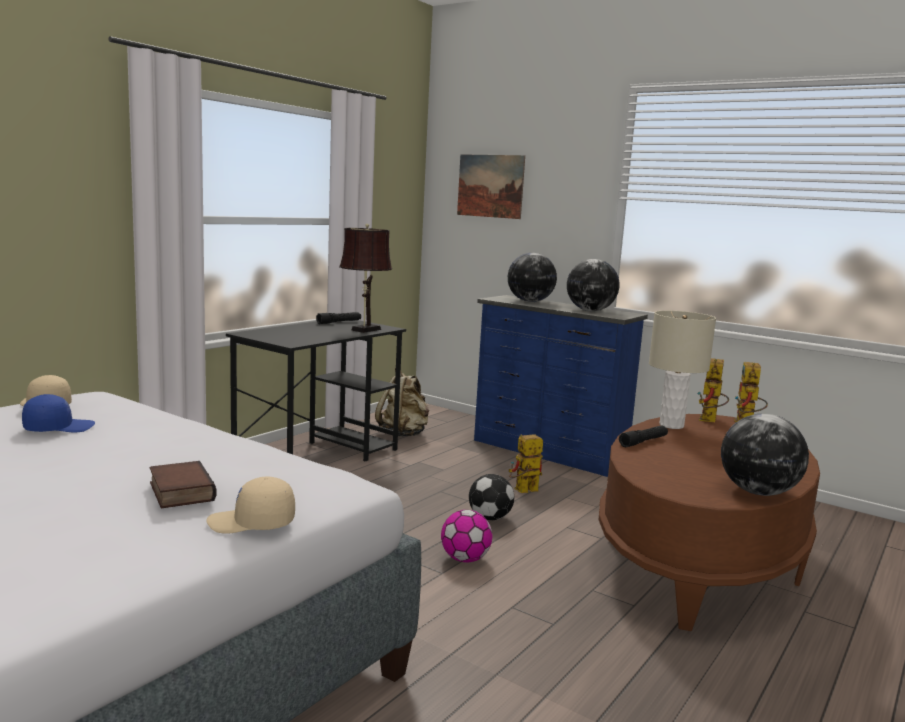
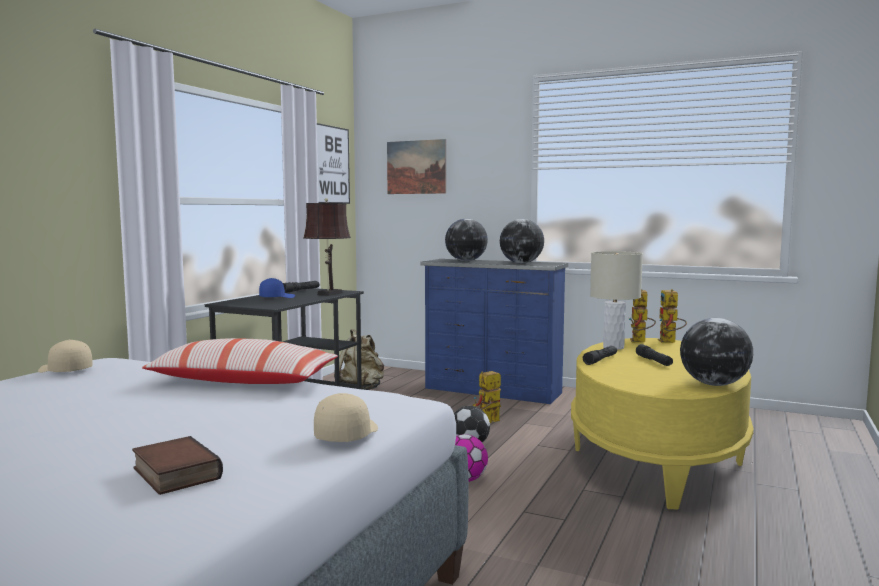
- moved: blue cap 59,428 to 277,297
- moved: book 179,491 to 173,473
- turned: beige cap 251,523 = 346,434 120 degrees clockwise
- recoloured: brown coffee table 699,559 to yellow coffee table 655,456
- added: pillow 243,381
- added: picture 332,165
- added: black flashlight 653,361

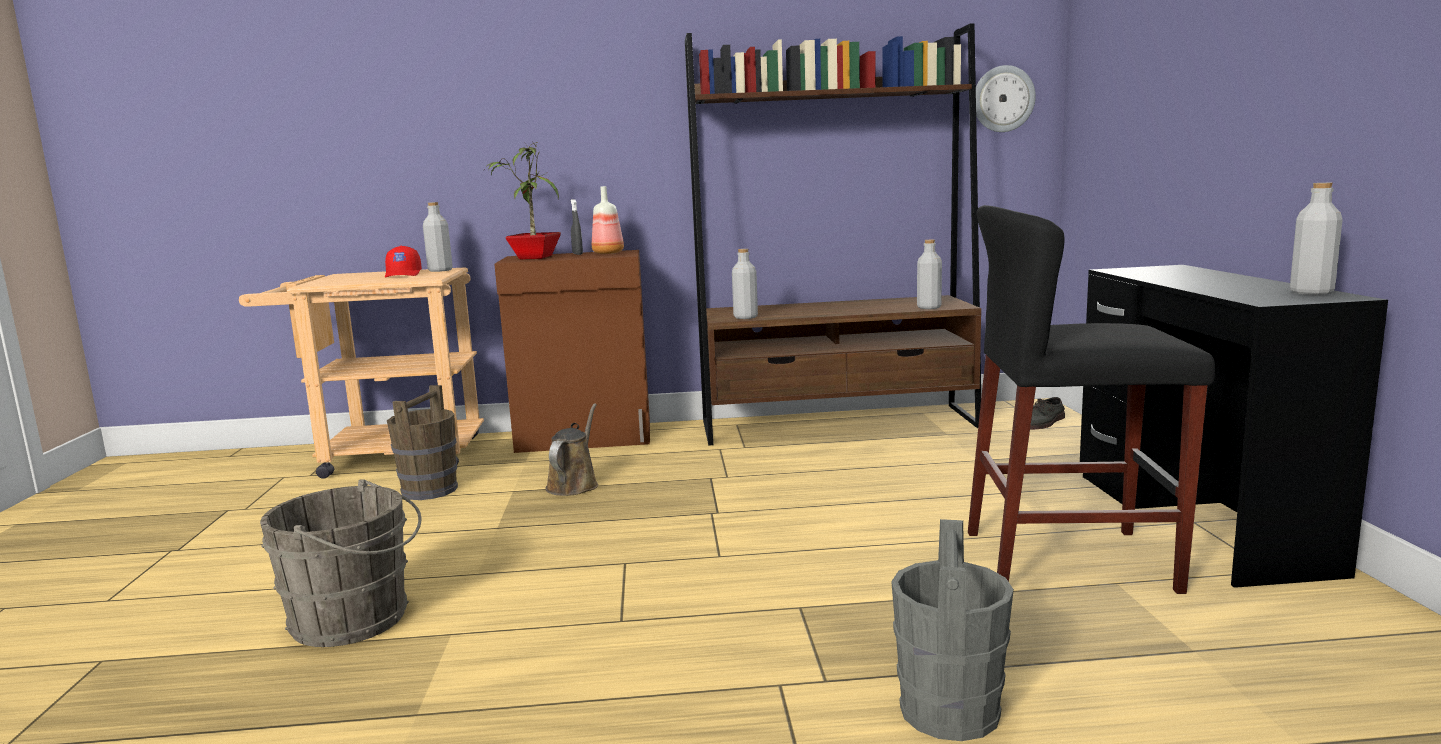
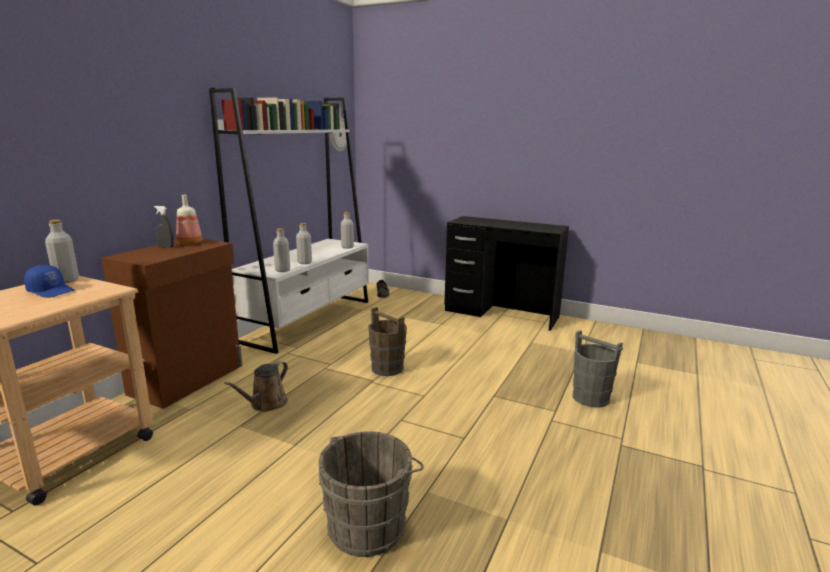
- recoloured: red cap 403,274 to blue cap 52,291
- moved: brown bucket 430,490 to 387,368
- removed: potted plant 533,258
- turned: brown watering can 574,485 = 266,404 105 degrees counterclockwise
- recoloured: brown bookcase 838,424 to white bookcase 308,320
- removed: black stool 1068,561
- moved: grey bottle 1311,292 to 304,262

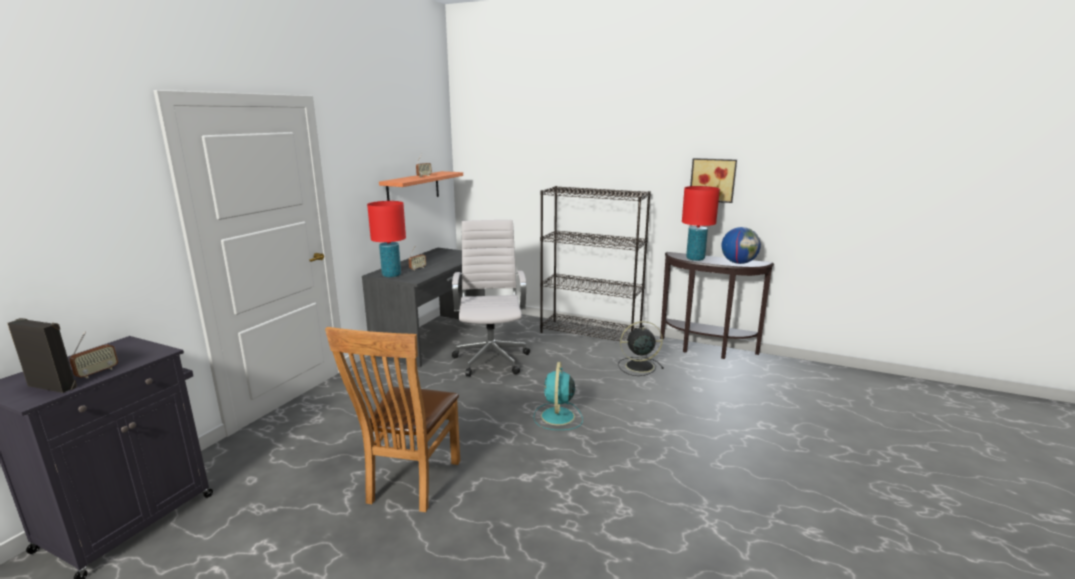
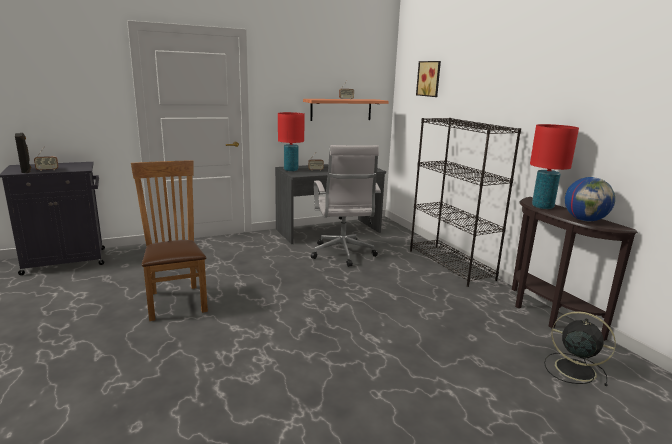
- turned: brown chair 410,484 = 176,300 105 degrees clockwise
- turned: white office chair 491,358 = 343,255 135 degrees clockwise
- removed: turquoise fan 557,417
- moved: black fan 638,366 to 573,369
- moved: picture 712,180 to 429,78

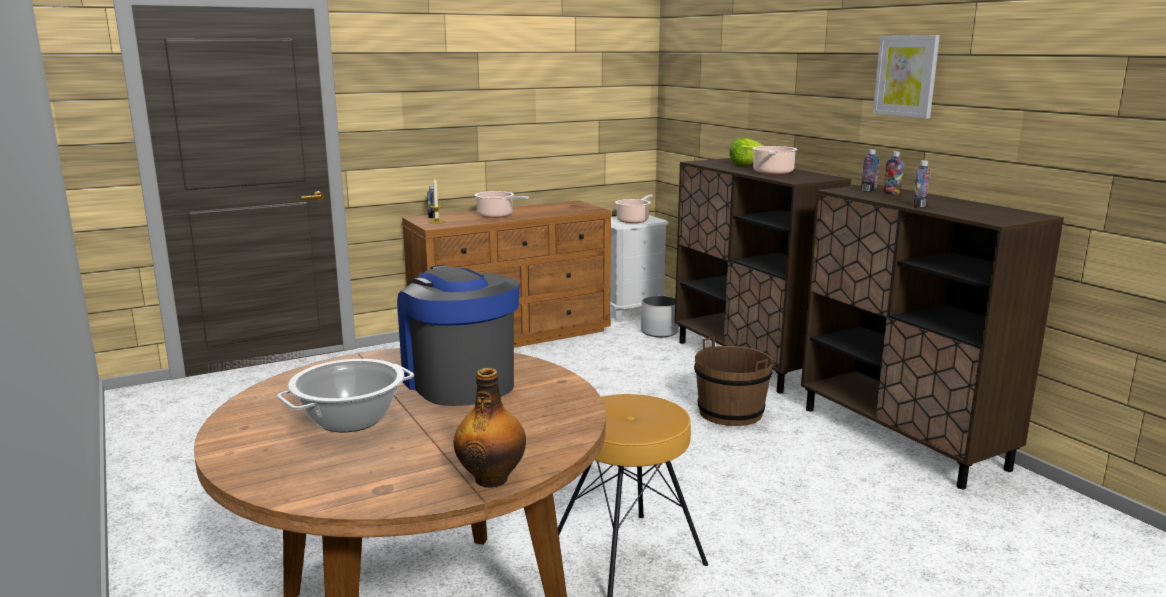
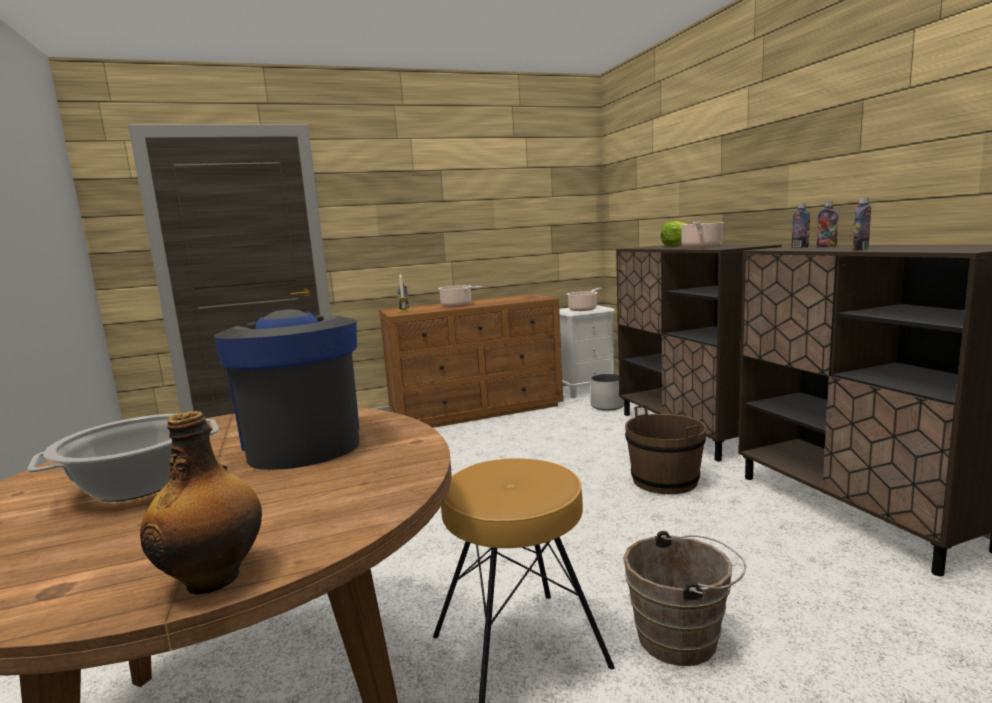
- removed: picture 906,76
- added: brown bucket 683,638

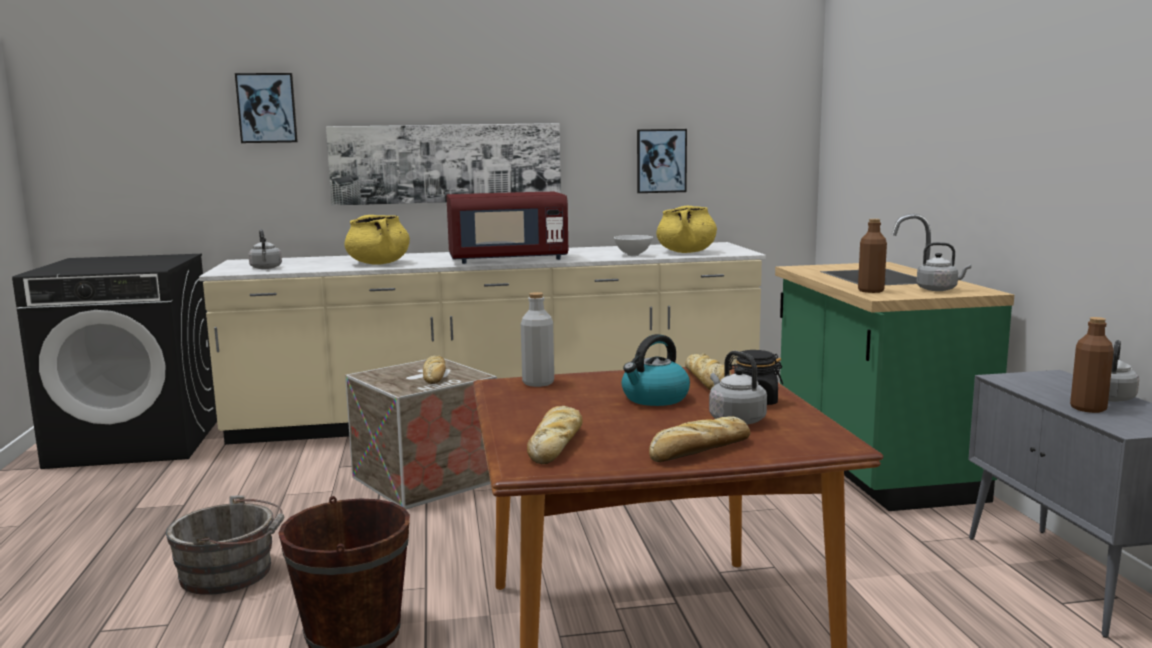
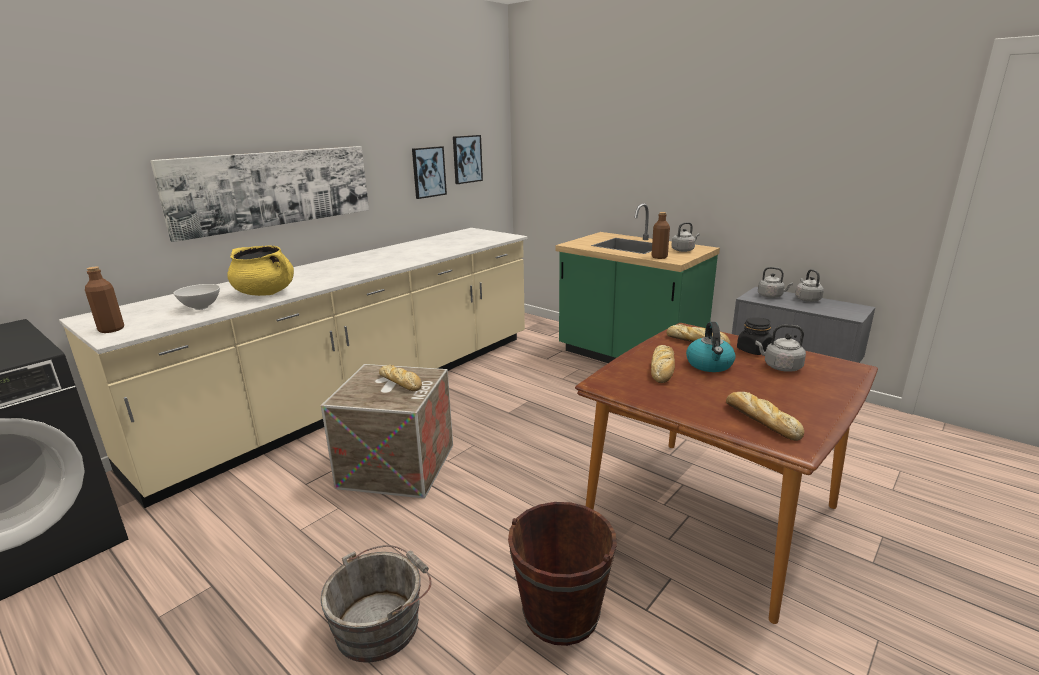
- moved: picture 267,108 to 467,159
- moved: grey kettle 266,268 to 771,296
- removed: red microwave 507,260
- removed: grey bottle 538,383
- moved: white bowl 633,255 to 201,307
- moved: bread 699,450 to 662,369
- removed: yellow cooking pot 686,252
- moved: brown bottle 1088,408 to 111,329

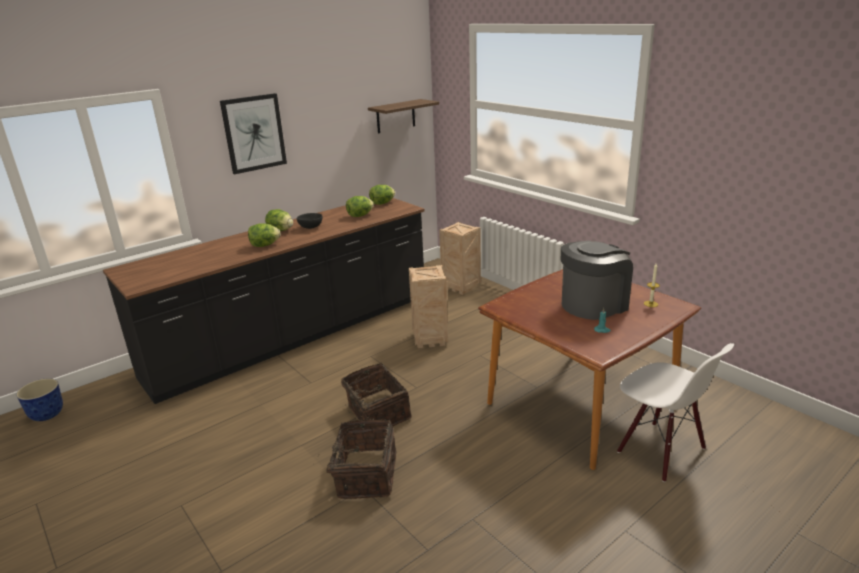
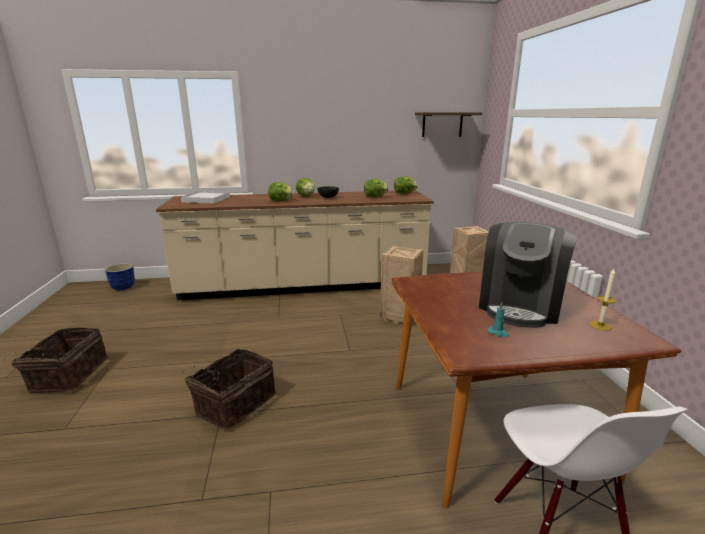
- recoloured: black counter 295,337 to beige counter 304,286
- removed: picture 254,133
- moved: basket 377,413 to 67,375
- turned: coffee machine 593,304 = 519,306 120 degrees clockwise
- added: white tray 206,199

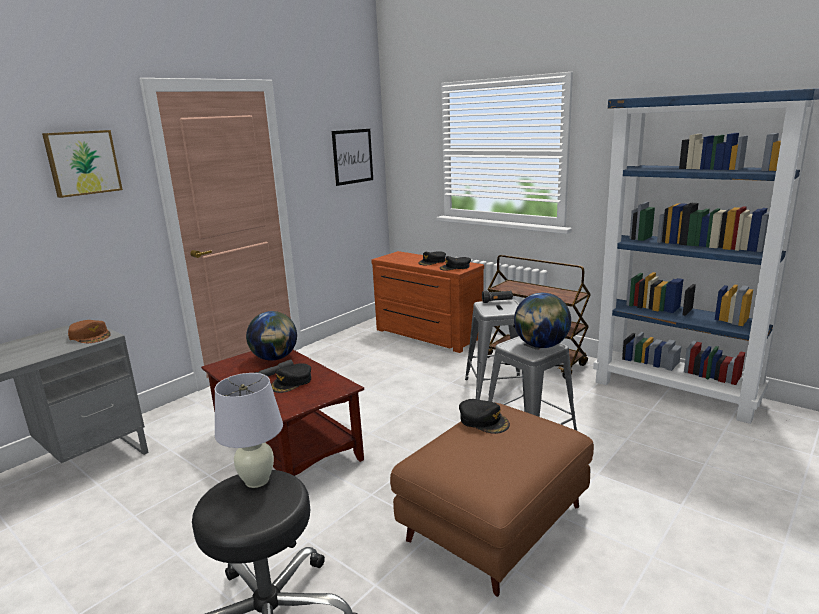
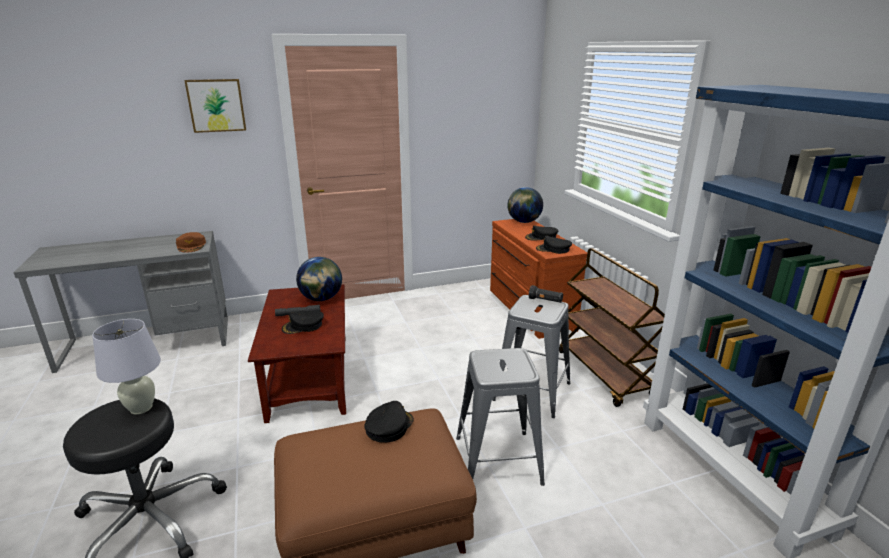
- removed: picture 352,156
- turned: black cap 483,421 = 388,426 135 degrees counterclockwise
- moved: globe 541,346 to 524,222

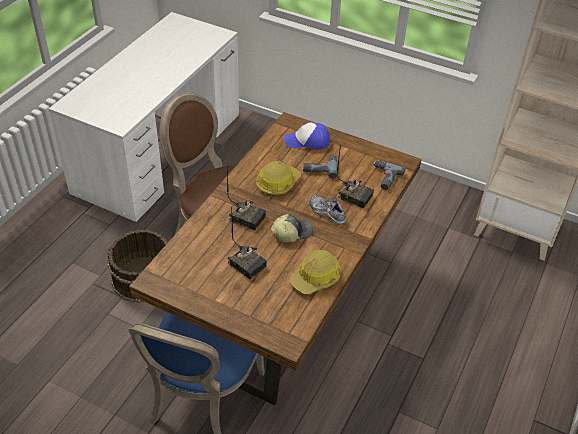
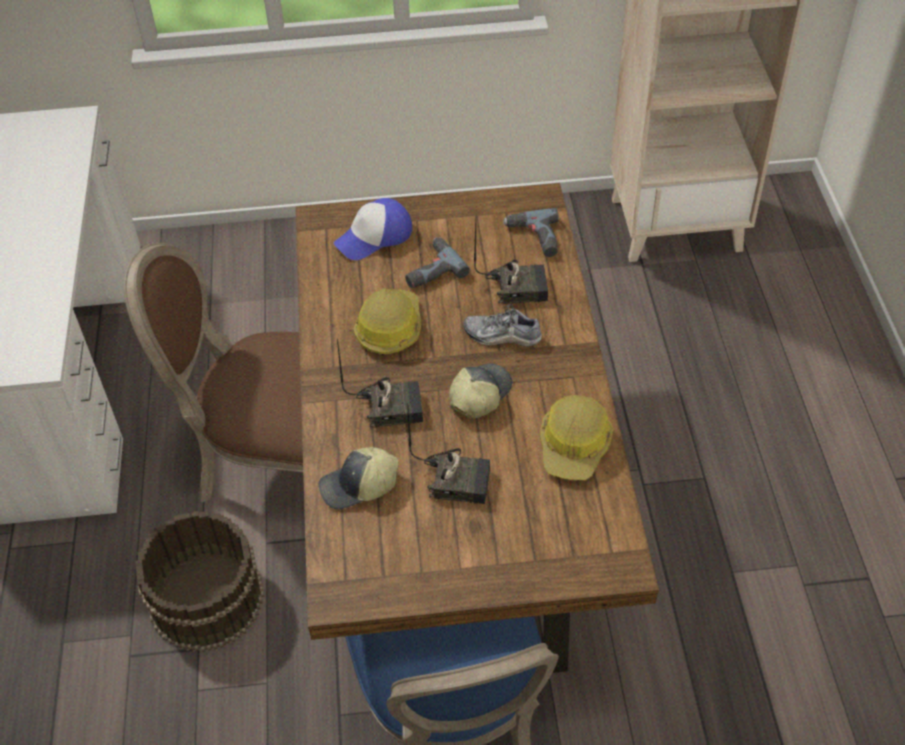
- added: cap 359,486

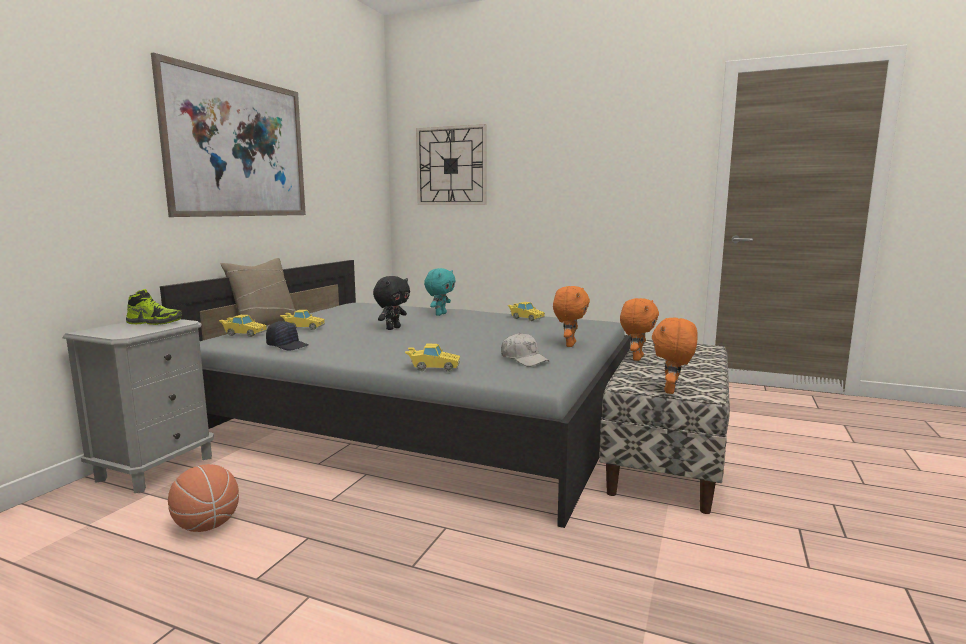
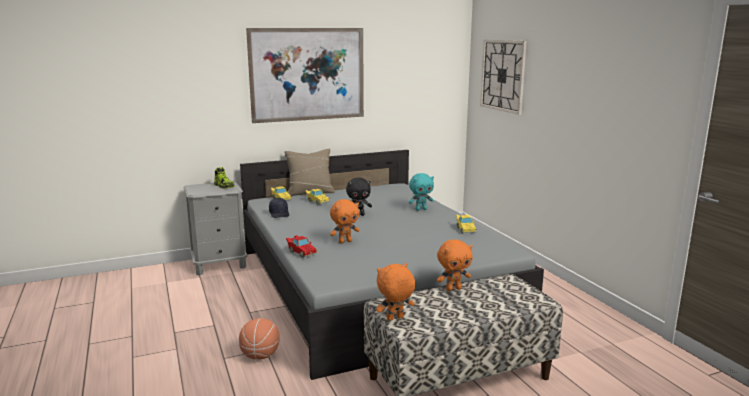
- moved: basketball 207,526 to 260,356
- recoloured: yellow toy car 433,368 to red toy car 301,252
- removed: white cap 524,359
- moved: orange plush toy 569,345 to 345,241

